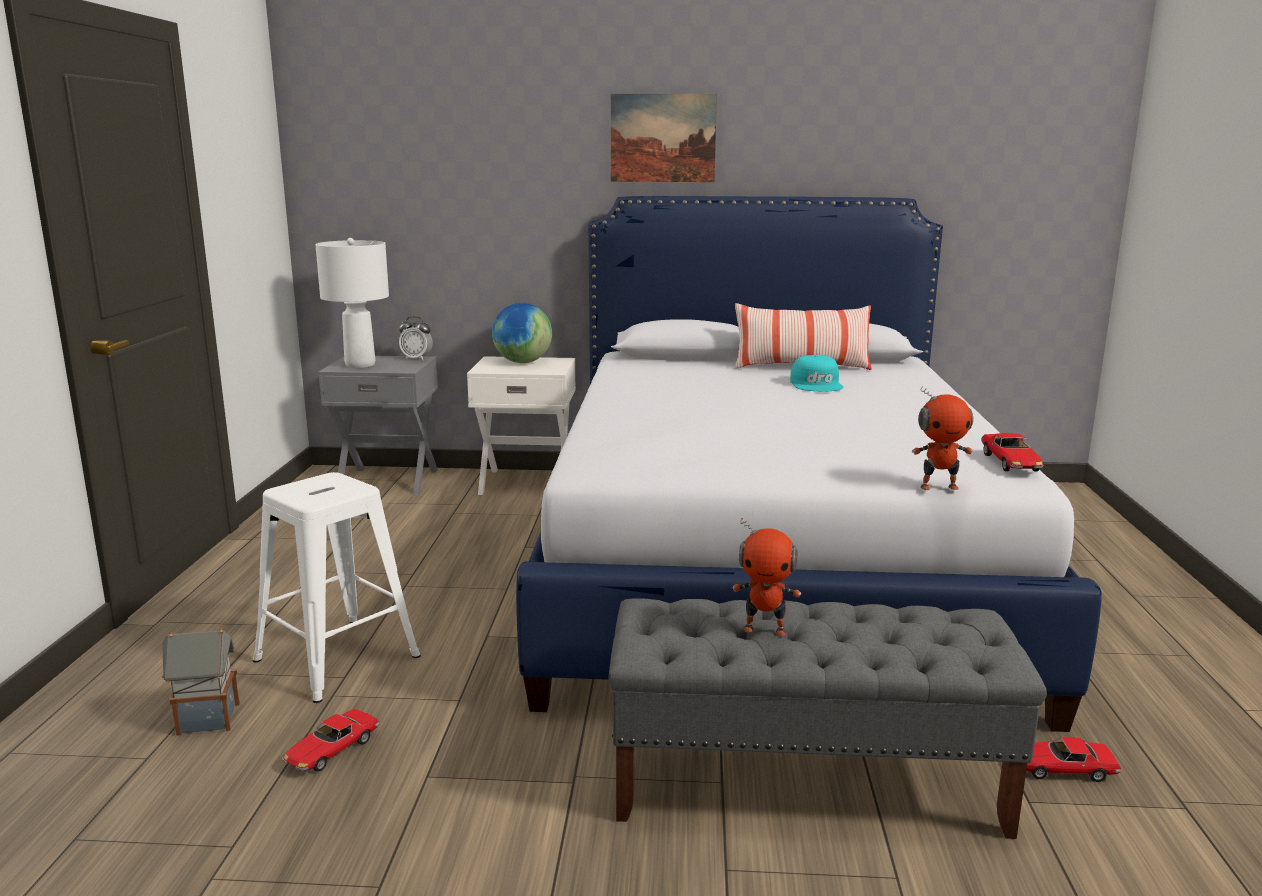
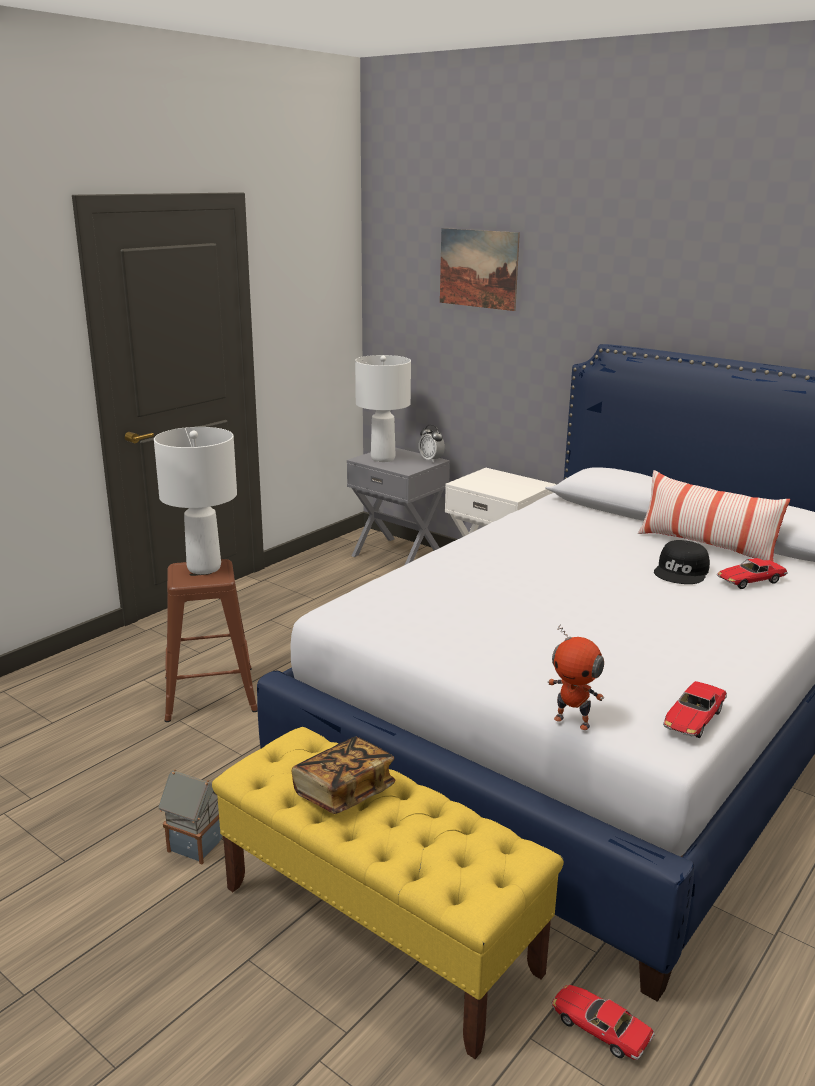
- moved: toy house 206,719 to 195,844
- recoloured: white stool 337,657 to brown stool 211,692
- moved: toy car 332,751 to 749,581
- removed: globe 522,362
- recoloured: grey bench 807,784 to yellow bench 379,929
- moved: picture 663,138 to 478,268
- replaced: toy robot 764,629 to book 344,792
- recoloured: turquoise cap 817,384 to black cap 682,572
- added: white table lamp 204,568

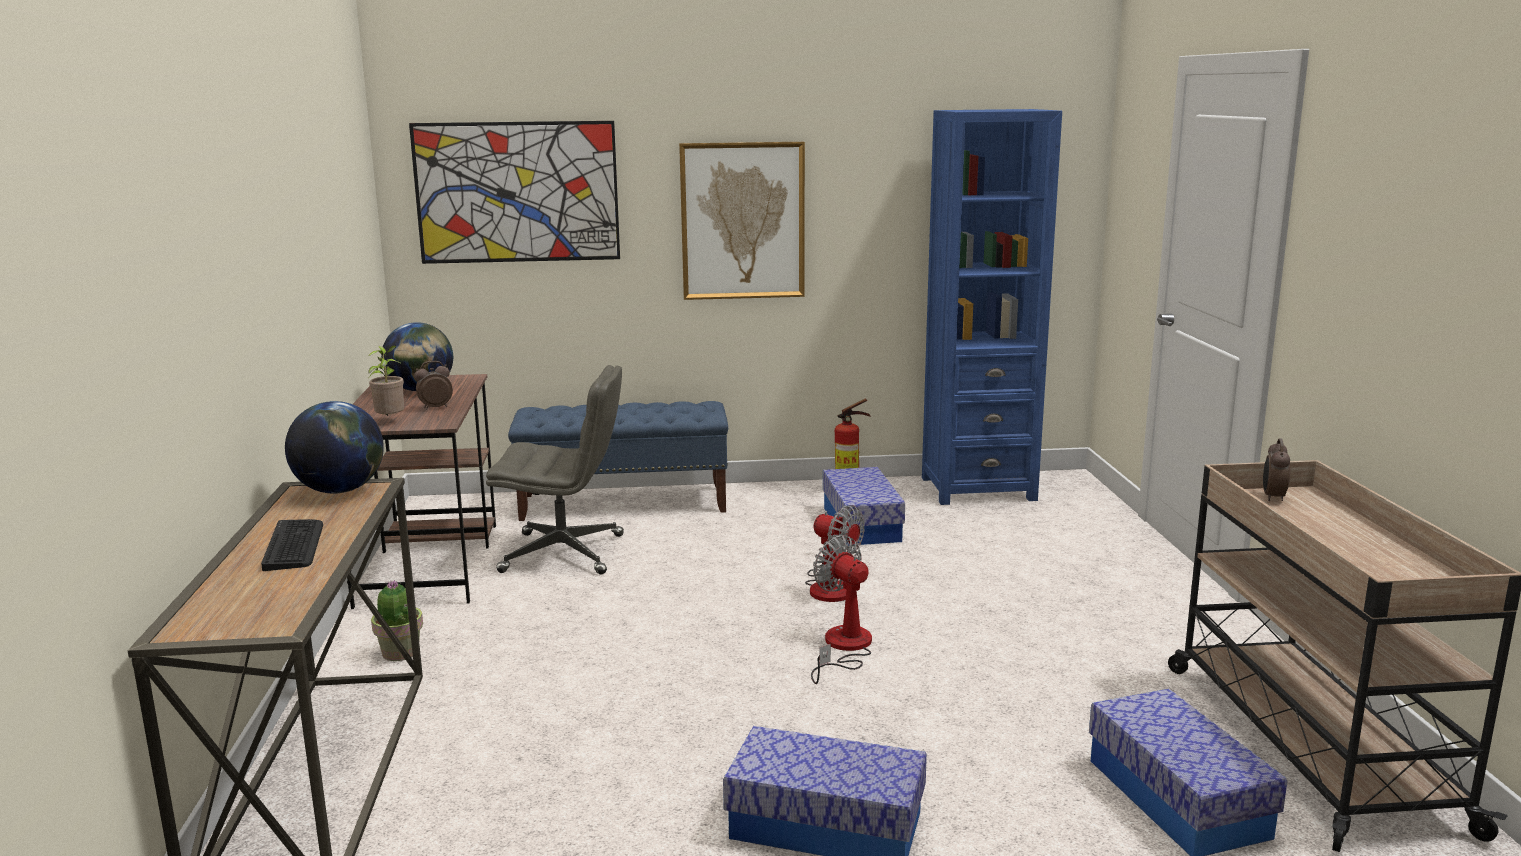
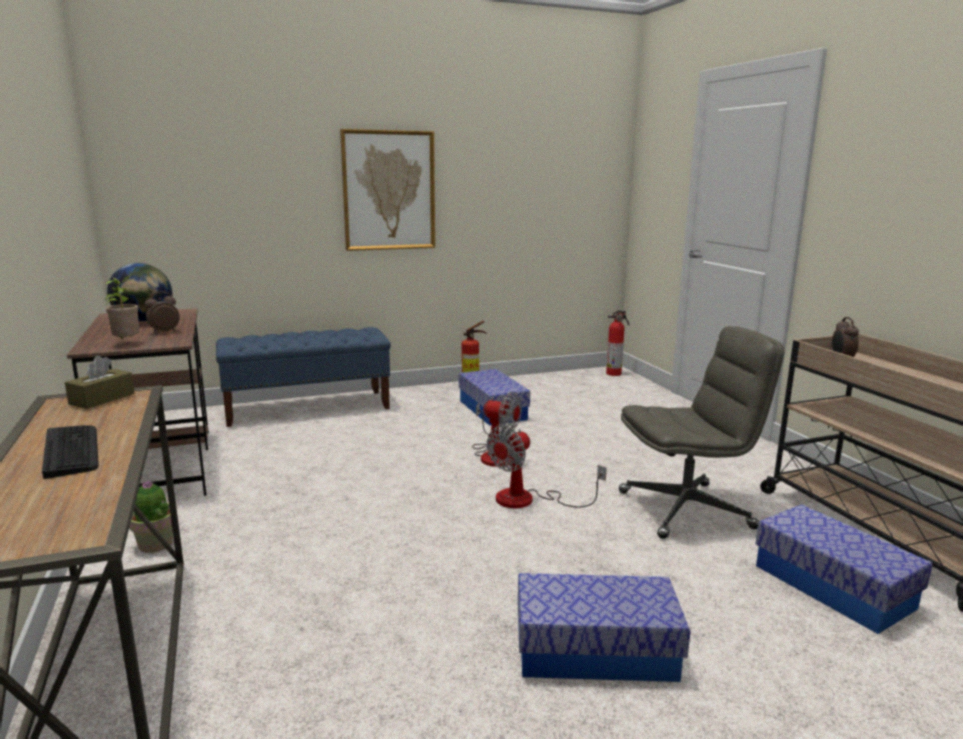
- replaced: globe 340,490 to brown tissue box 102,399
- removed: picture 517,192
- moved: grey office chair 565,553 to 686,509
- turned: fan 843,648 = 528,500 90 degrees counterclockwise
- removed: blue bookcase 977,489
- added: fire extinguisher 614,373

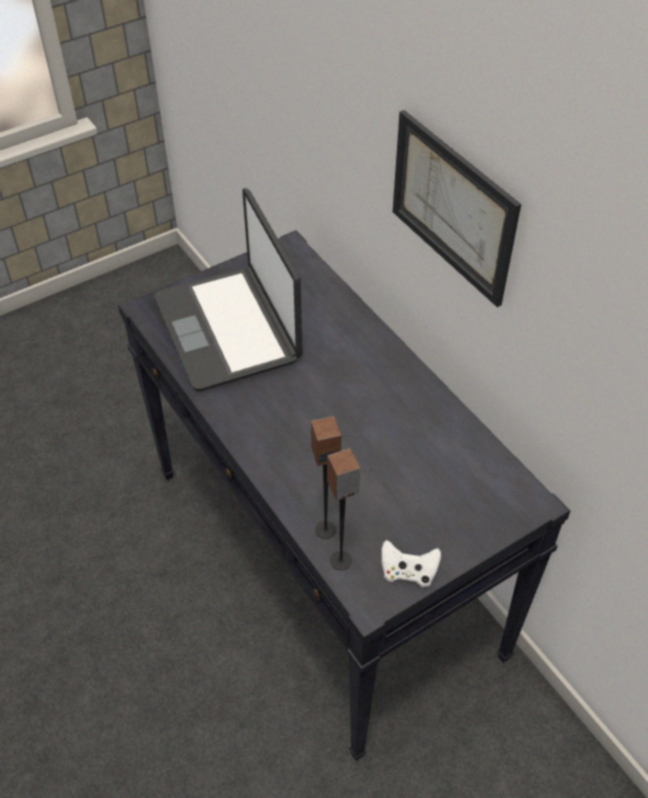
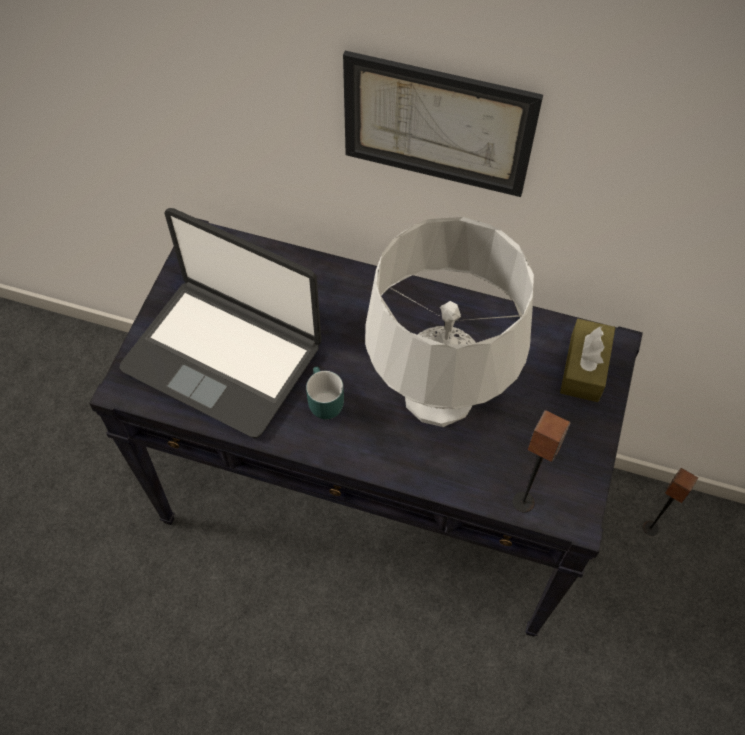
- moved: speaker 325,529 to 650,528
- removed: white game controller 408,572
- added: turquoise mug 322,401
- added: grey table lamp 438,394
- added: brown tissue box 584,368

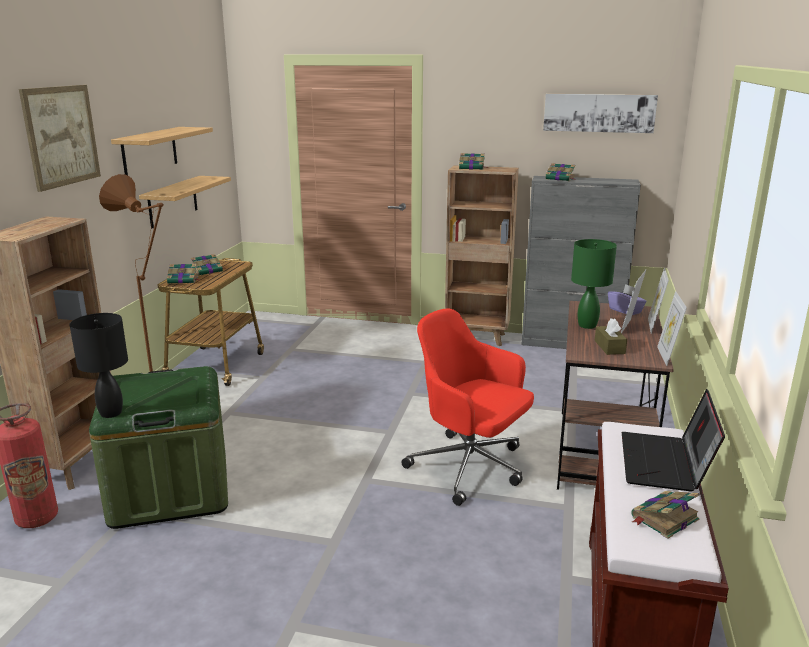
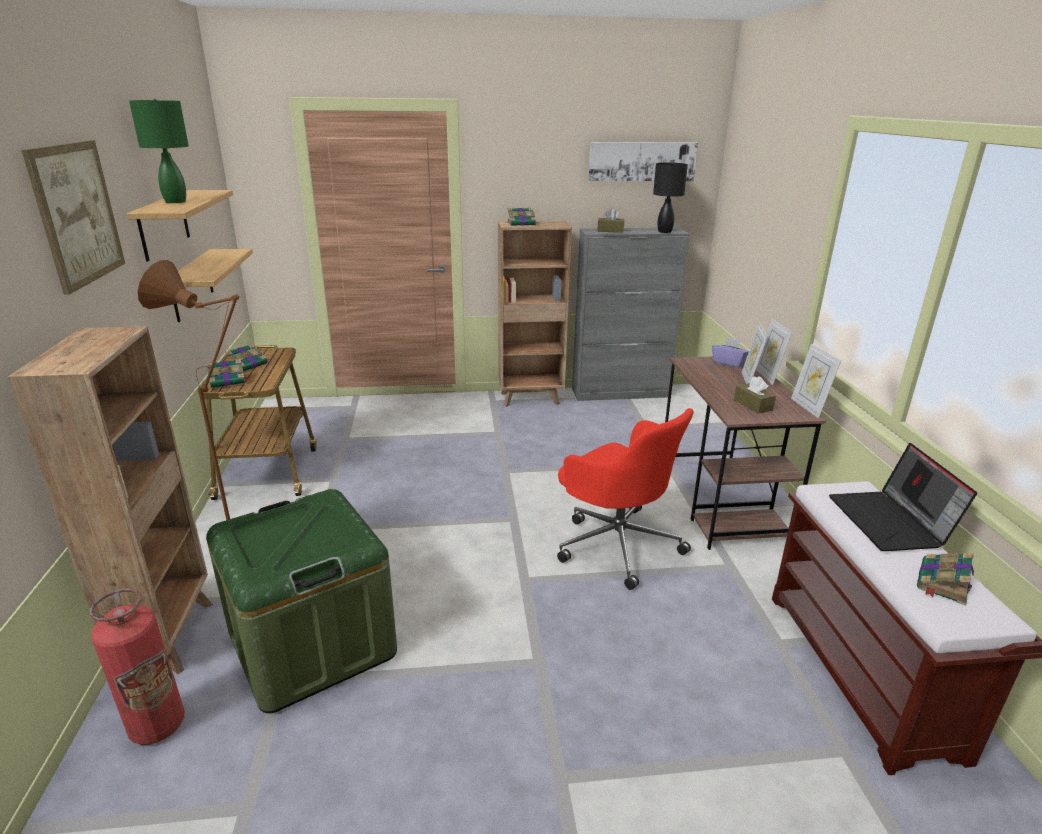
- moved: black table lamp 110,413 to 664,231
- turned: red office chair 470,467 = 617,543 150 degrees counterclockwise
- replaced: book 560,179 to brown tissue box 610,231
- moved: green table lamp 587,325 to 176,202

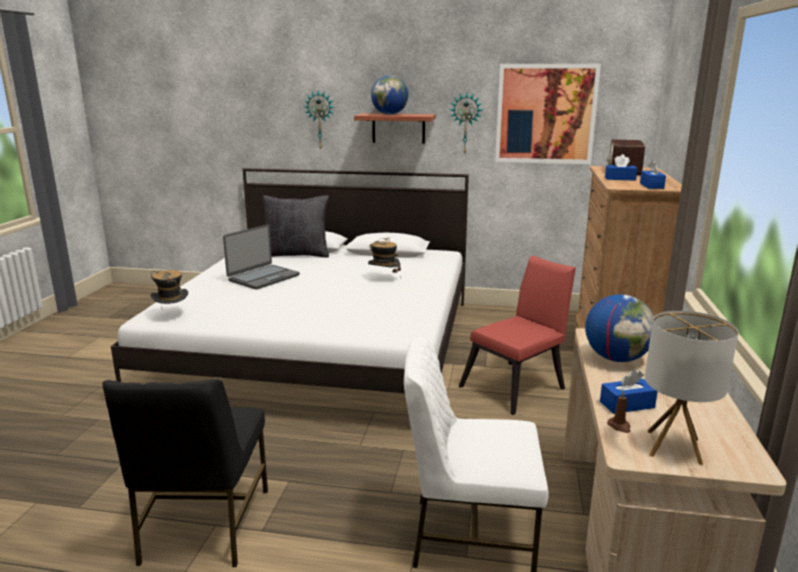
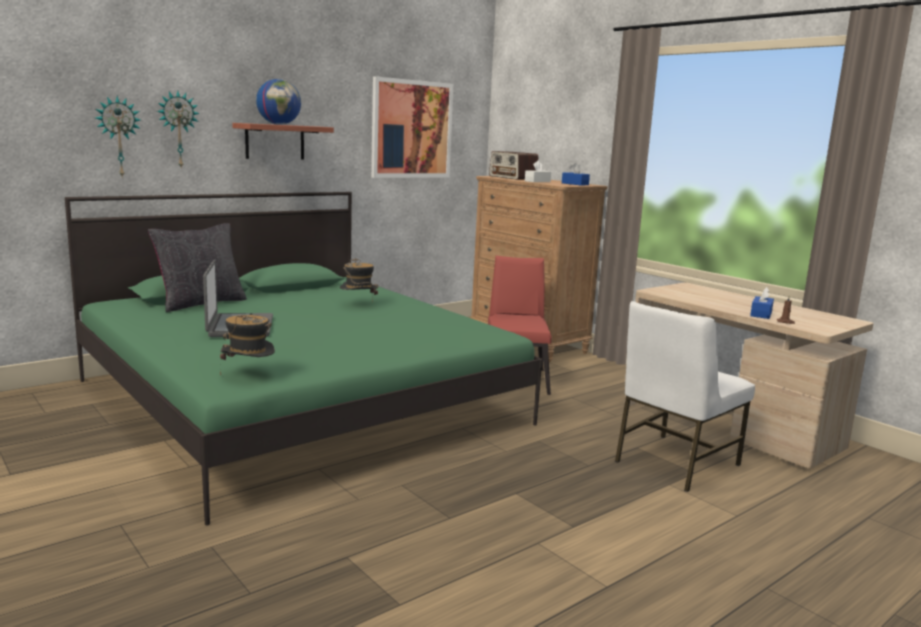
- removed: black chair 203,527
- recoloured: white bed 322,346 to green bed 300,401
- moved: wall clock 465,123 to 118,137
- removed: globe 616,358
- recoloured: blue tissue box 620,178 to white tissue box 537,181
- removed: table lamp 674,446

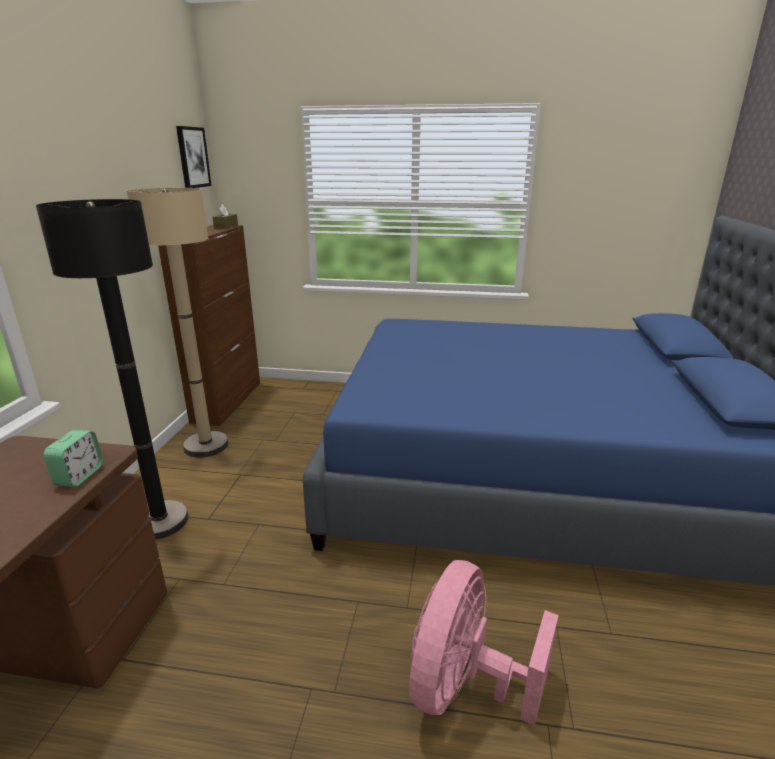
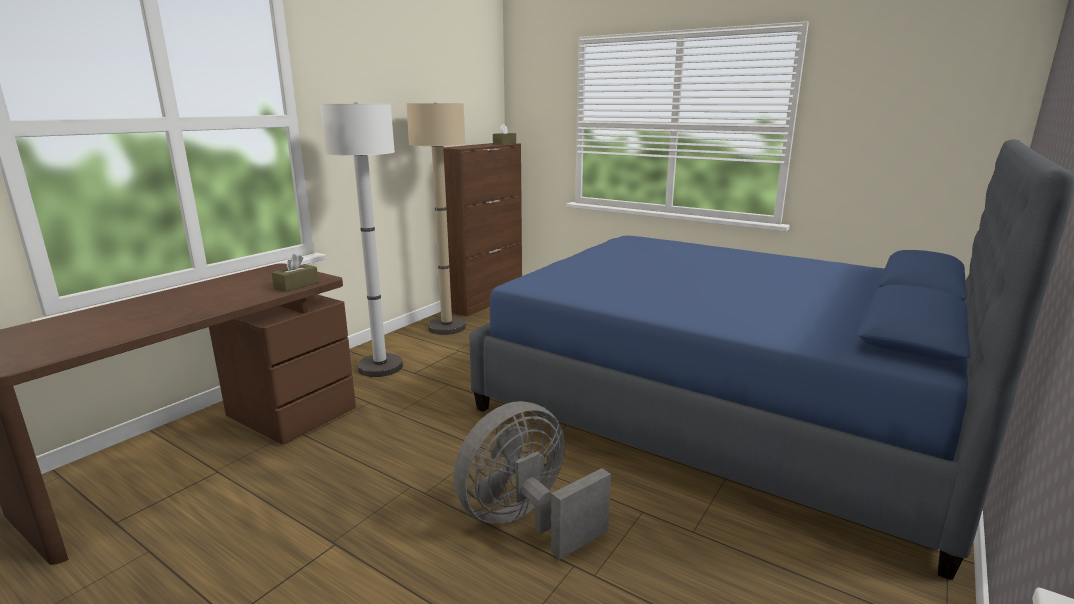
- recoloured: black floor lamp 160,521 to white floor lamp 380,367
- replaced: alarm clock 79,476 to brown tissue box 296,285
- removed: picture 193,157
- recoloured: pink fan 465,686 to grey fan 526,521

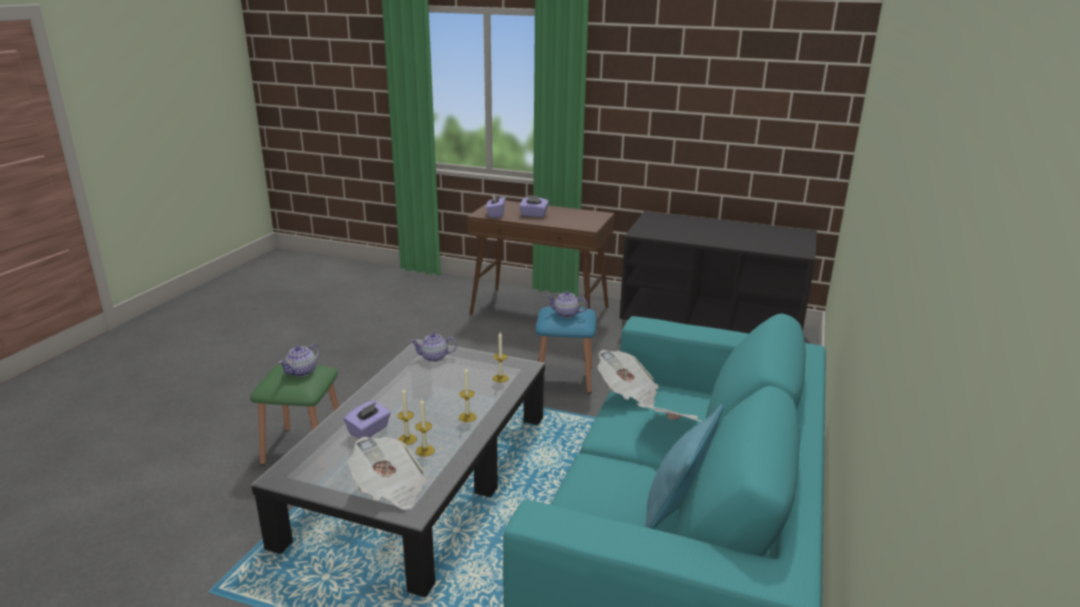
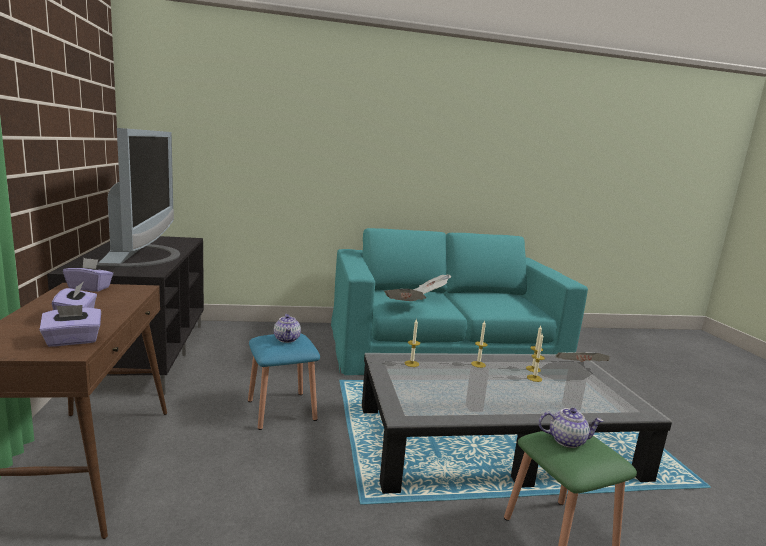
- moved: purple tissue box 369,430 to 90,288
- removed: teapot 434,357
- removed: turquoise pillow 676,513
- added: television 143,255

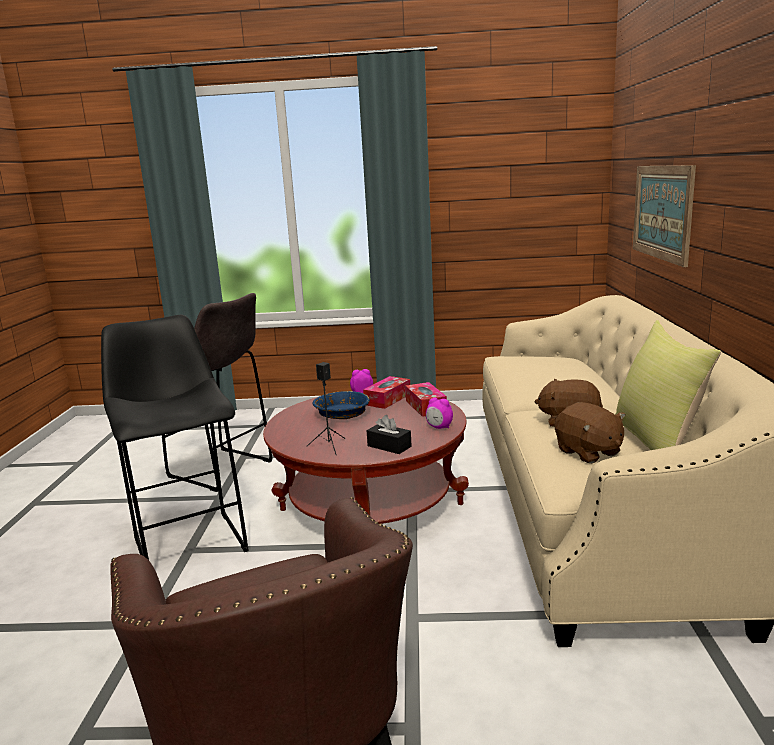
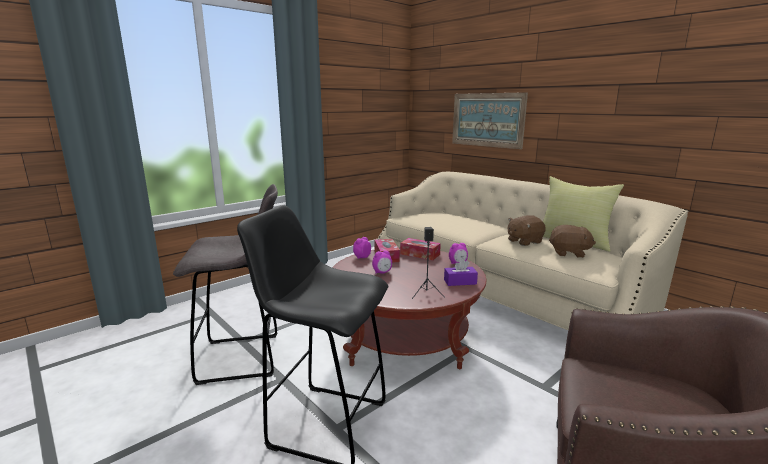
- replaced: blue bowl 342,414 to alarm clock 382,272
- recoloured: black tissue box 389,446 to purple tissue box 460,282

